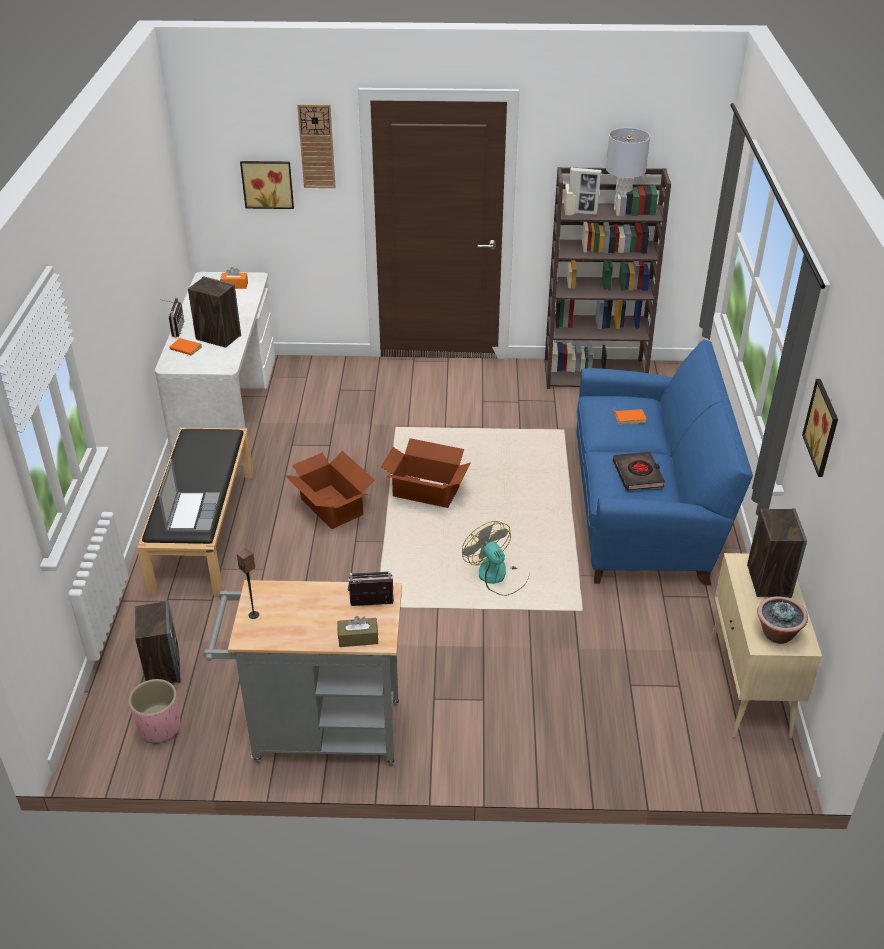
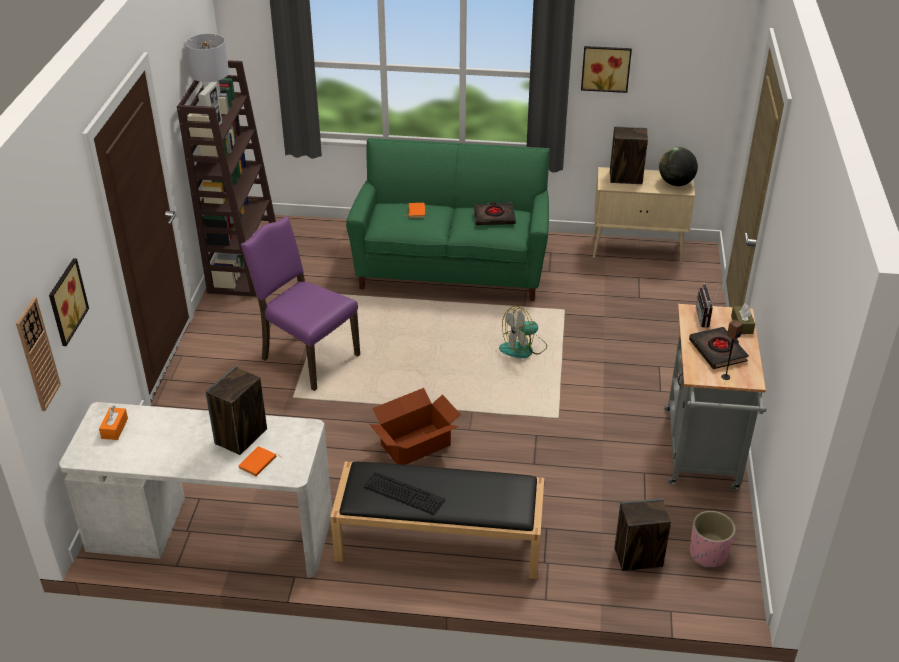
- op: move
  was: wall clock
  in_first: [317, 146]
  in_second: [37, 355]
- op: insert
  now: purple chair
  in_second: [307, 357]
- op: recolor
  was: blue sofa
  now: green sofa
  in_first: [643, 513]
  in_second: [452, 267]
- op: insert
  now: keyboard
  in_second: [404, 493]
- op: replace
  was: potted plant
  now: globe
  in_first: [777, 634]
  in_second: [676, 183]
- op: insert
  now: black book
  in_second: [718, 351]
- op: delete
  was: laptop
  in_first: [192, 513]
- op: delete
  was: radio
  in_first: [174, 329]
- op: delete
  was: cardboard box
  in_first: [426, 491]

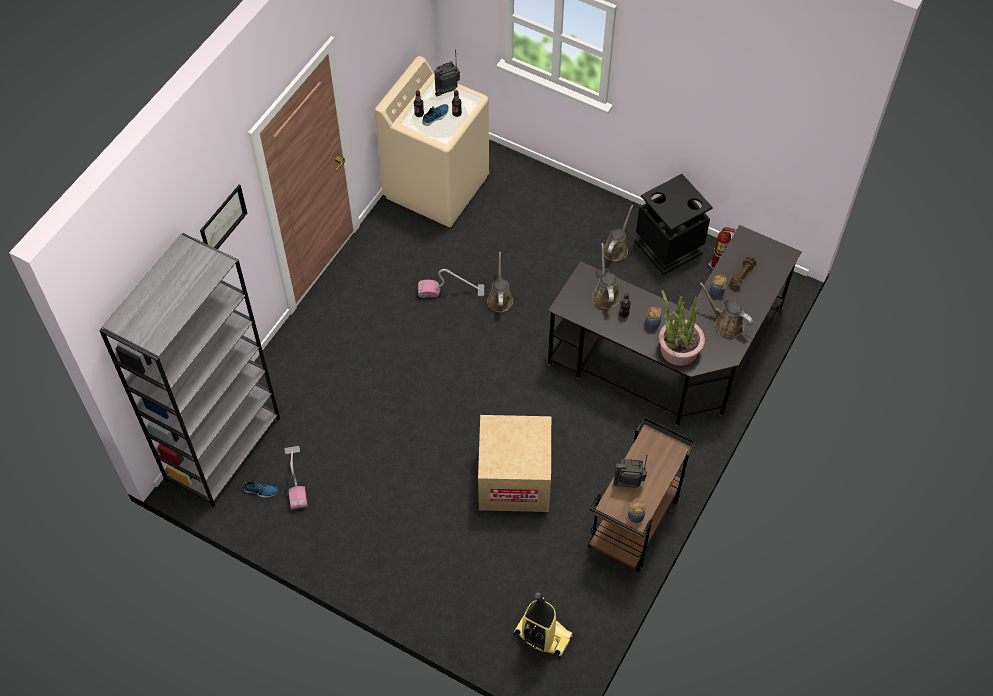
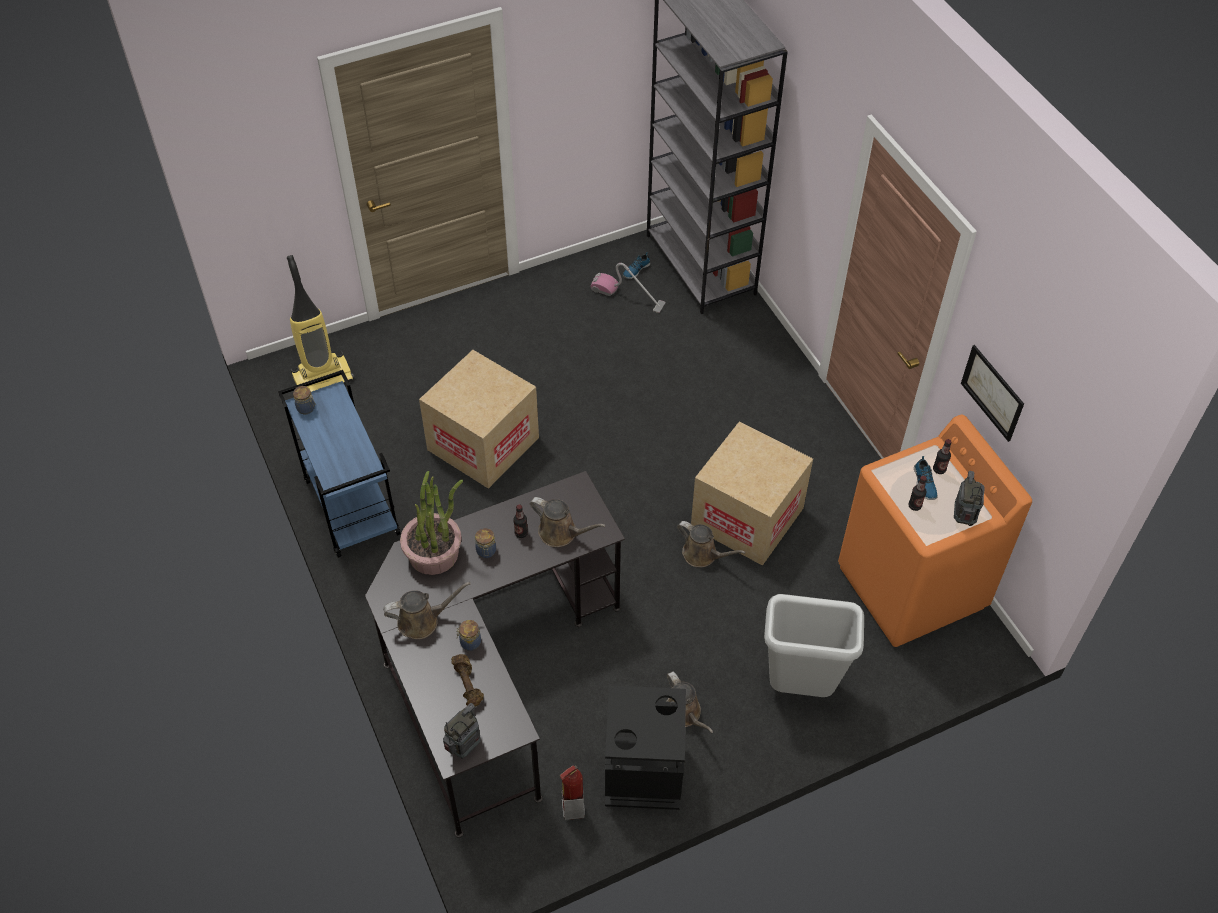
- op: recolor
  was: brown cart
  now: blue cart
  in_first: [634, 524]
  in_second: [350, 506]
- op: move
  was: radio
  in_first: [628, 482]
  in_second: [464, 747]
- op: replace
  was: vacuum cleaner
  now: cardboard box
  in_first: [451, 291]
  in_second: [747, 517]
- op: insert
  now: grey trash can
  in_second: [799, 688]
- op: recolor
  was: beige washing machine
  now: orange washing machine
  in_first: [437, 186]
  in_second: [912, 587]
- op: move
  was: picture
  in_first: [223, 221]
  in_second: [992, 392]

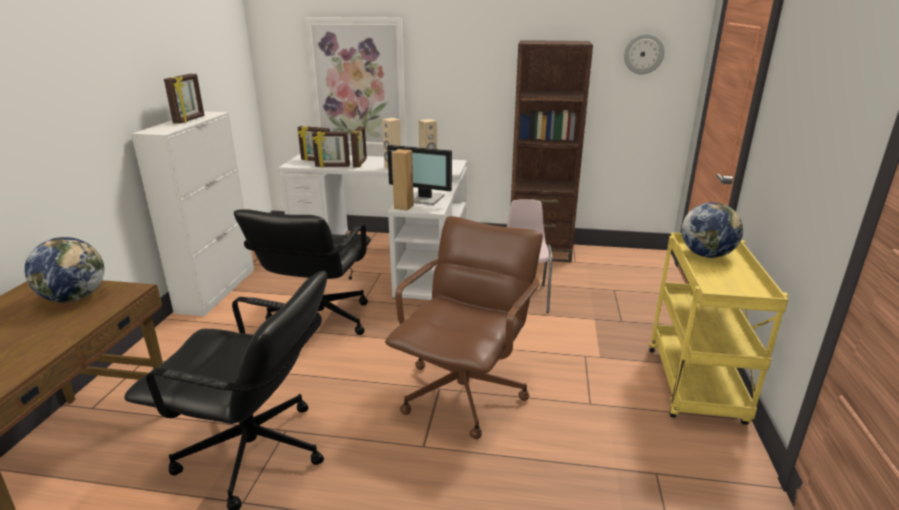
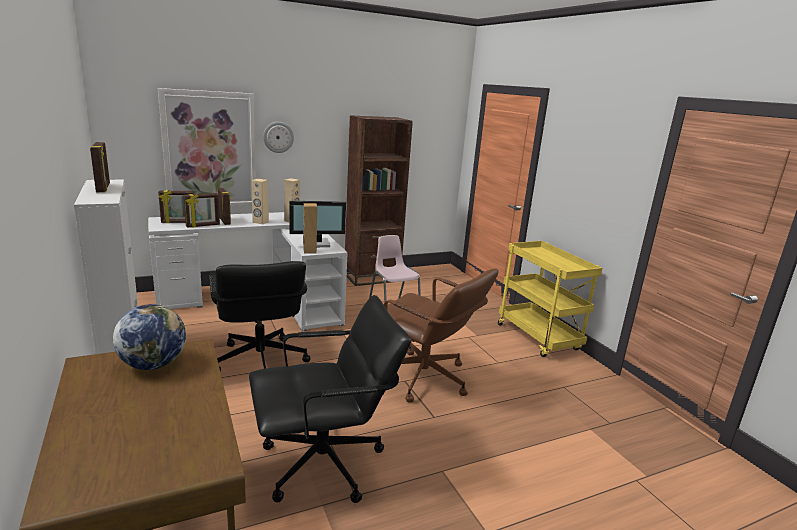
- op: move
  was: wall clock
  in_first: [643, 54]
  in_second: [278, 137]
- op: rotate
  was: brown office chair
  in_first: [464, 393]
  in_second: [424, 378]
  clockwise: 135
- op: delete
  was: globe
  in_first: [706, 255]

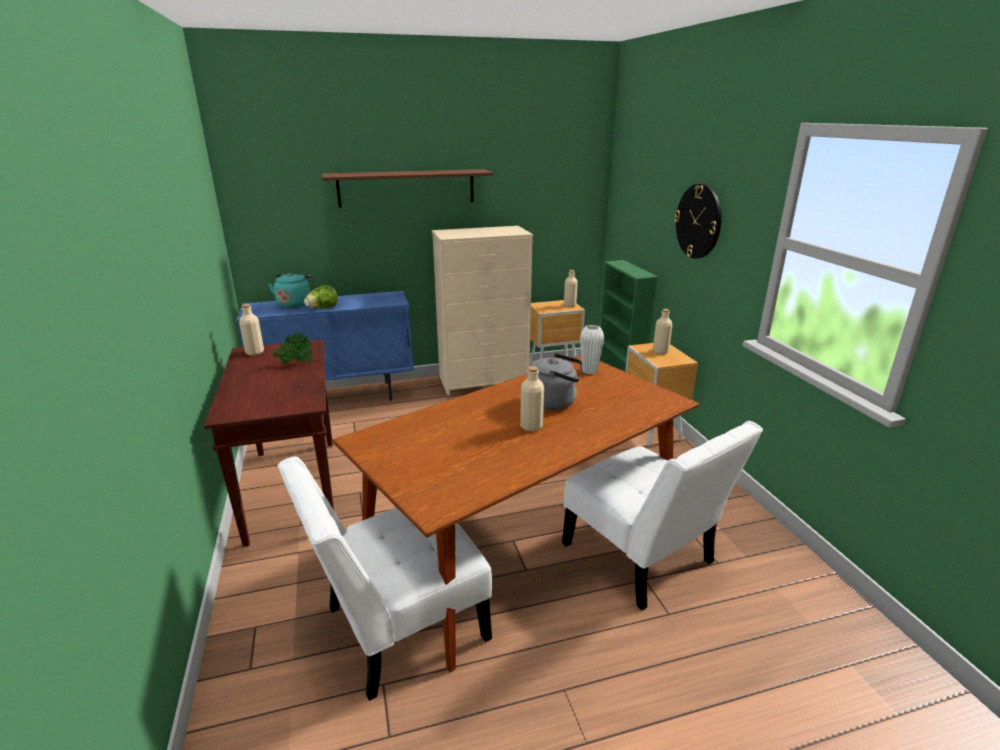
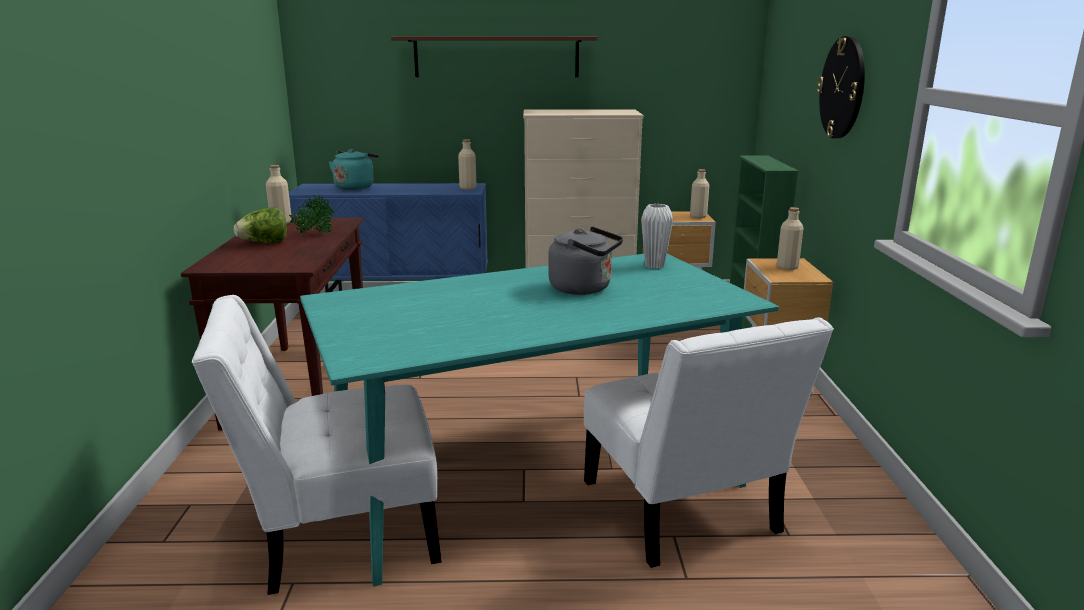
- op: move
  was: lettuce
  in_first: [322, 308]
  in_second: [264, 243]
- op: recolor
  was: brown dining table
  now: turquoise dining table
  in_first: [524, 543]
  in_second: [536, 474]
- op: move
  was: beige bottle
  in_first: [531, 426]
  in_second: [468, 188]

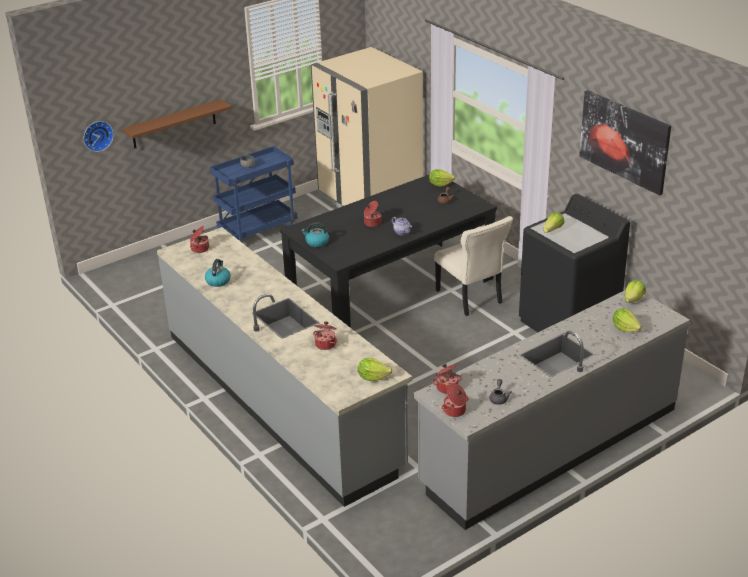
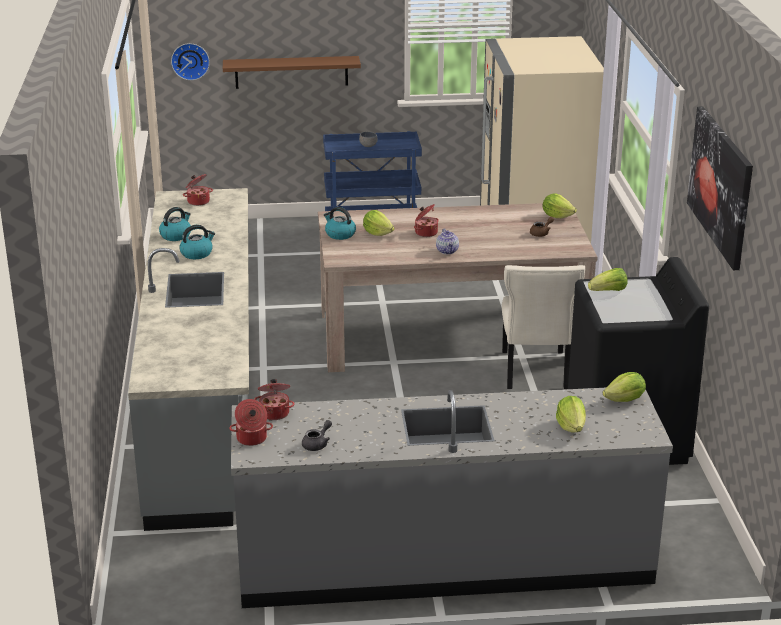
- op: insert
  now: kettle
  in_second: [197, 253]
- op: recolor
  was: black dining table
  now: beige dining table
  in_first: [391, 290]
  in_second: [450, 334]
- op: move
  was: lettuce
  in_first: [373, 377]
  in_second: [377, 233]
- op: delete
  was: cooking pot
  in_first: [326, 344]

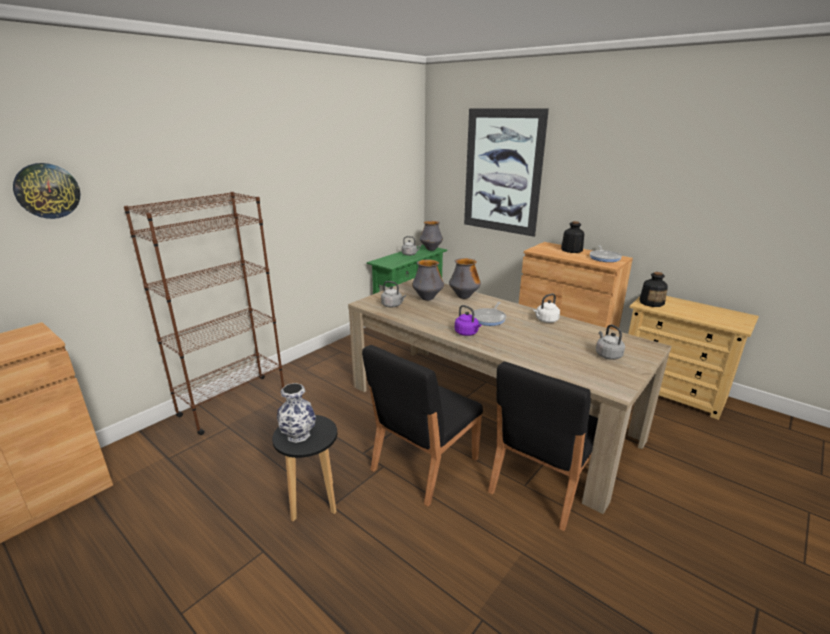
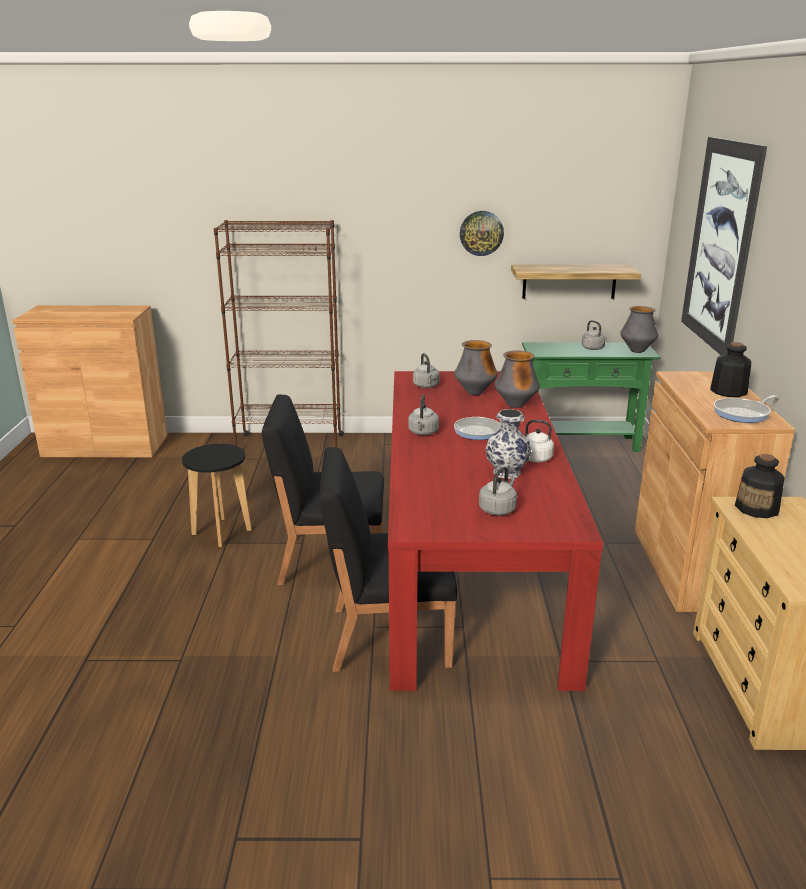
- op: recolor
  was: beige dining table
  now: red dining table
  in_first: [487, 411]
  in_second: [469, 561]
- op: recolor
  was: purple kettle
  now: grey kettle
  in_first: [467, 333]
  in_second: [423, 433]
- op: move
  was: wall clock
  in_first: [47, 191]
  in_second: [481, 233]
- op: move
  was: vase
  in_first: [298, 434]
  in_second: [507, 472]
- op: insert
  now: shelf
  in_second: [569, 281]

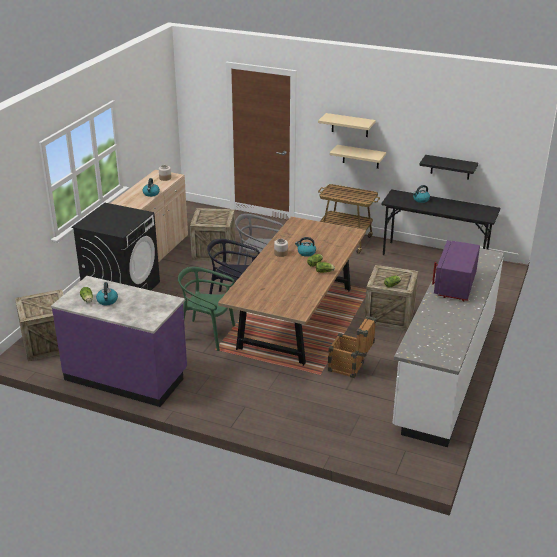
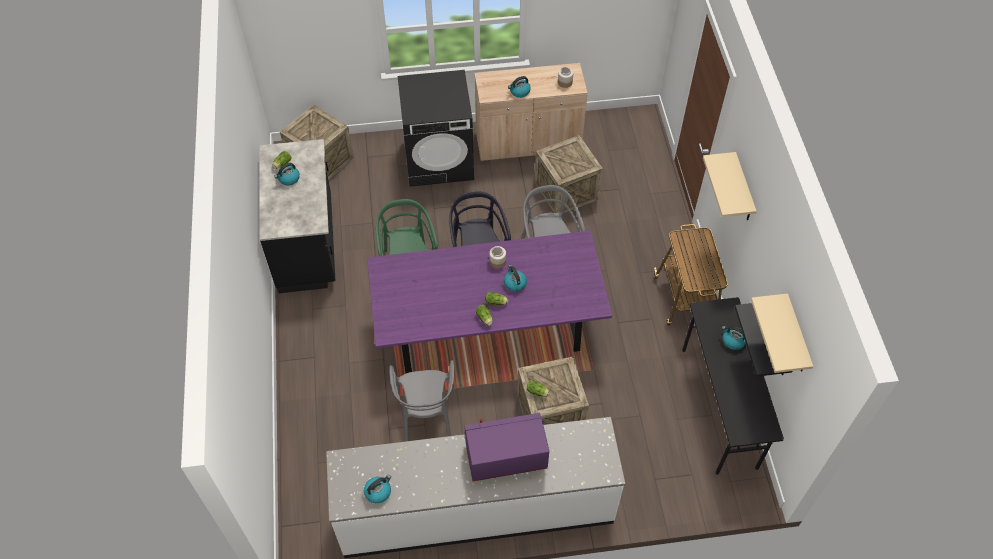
- op: recolor
  was: purple counter
  now: black counter
  in_first: [126, 376]
  in_second: [307, 244]
- op: insert
  now: kettle
  in_second: [378, 491]
- op: recolor
  was: brown dining table
  now: purple dining table
  in_first: [296, 318]
  in_second: [487, 327]
- op: replace
  was: crate
  now: grey chair
  in_first: [350, 368]
  in_second: [426, 417]
- op: move
  was: beige shelf
  in_first: [361, 156]
  in_second: [796, 337]

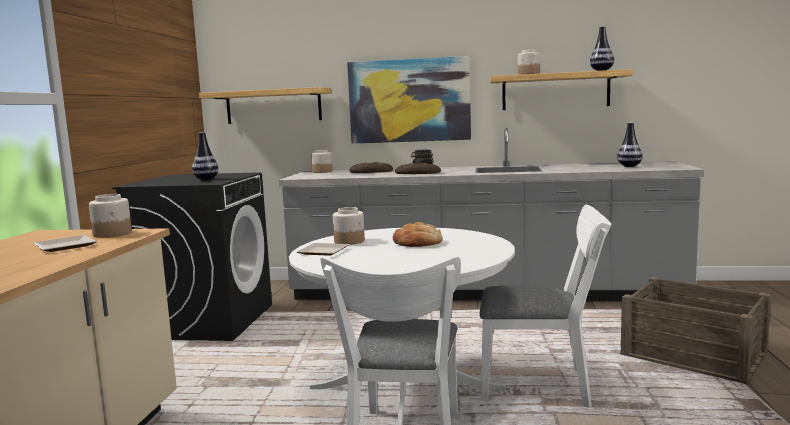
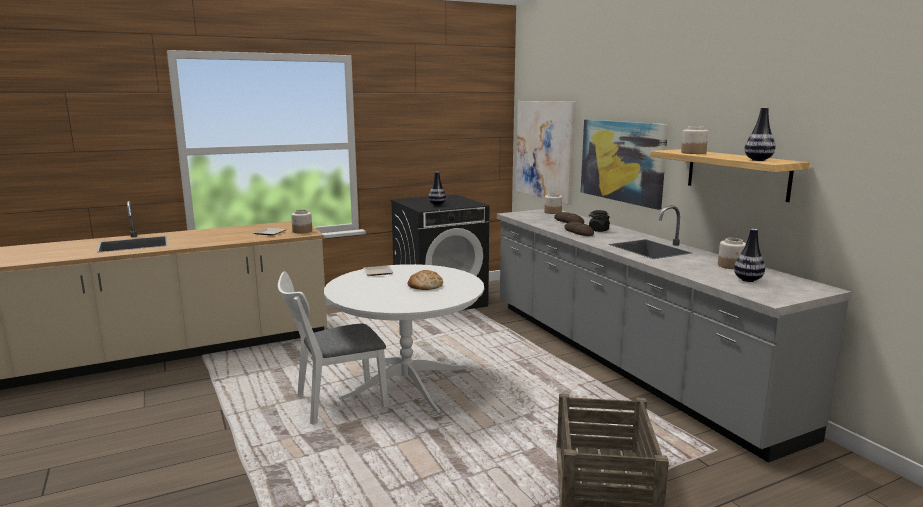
- op: replace
  was: shelf
  now: picture
  in_first: [273, 106]
  in_second: [545, 150]
- op: move
  was: jar
  in_first: [349, 241]
  in_second: [731, 266]
- op: delete
  was: white chair
  in_first: [544, 386]

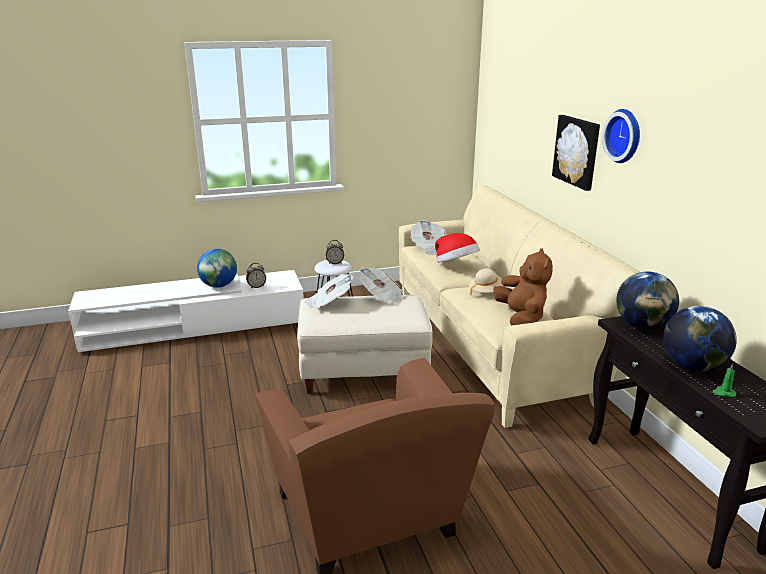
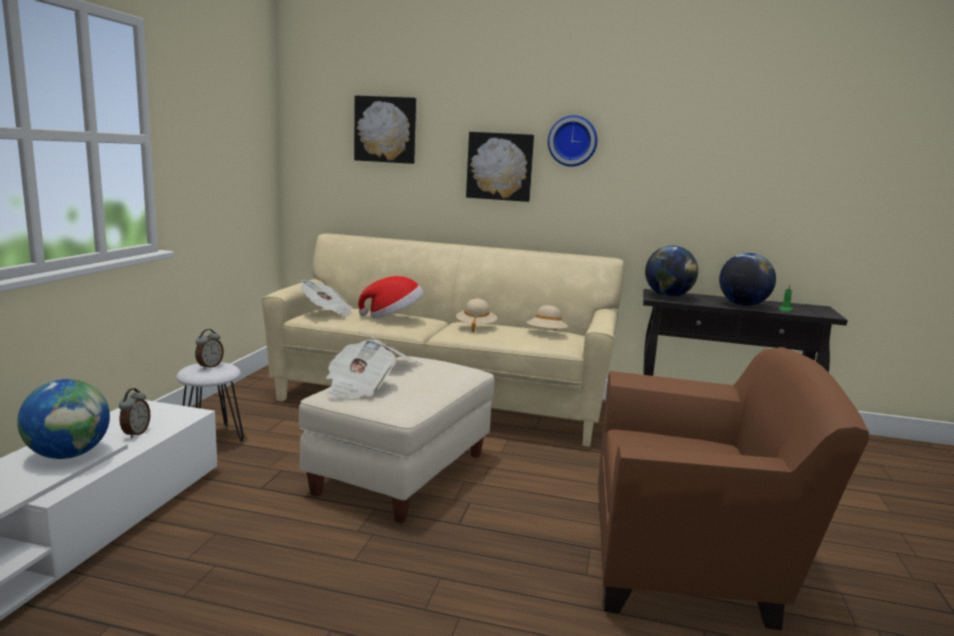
- op: insert
  now: picture
  in_second: [385, 129]
- op: replace
  was: brown plush toy
  now: beige hat
  in_first: [521, 319]
  in_second: [546, 334]

